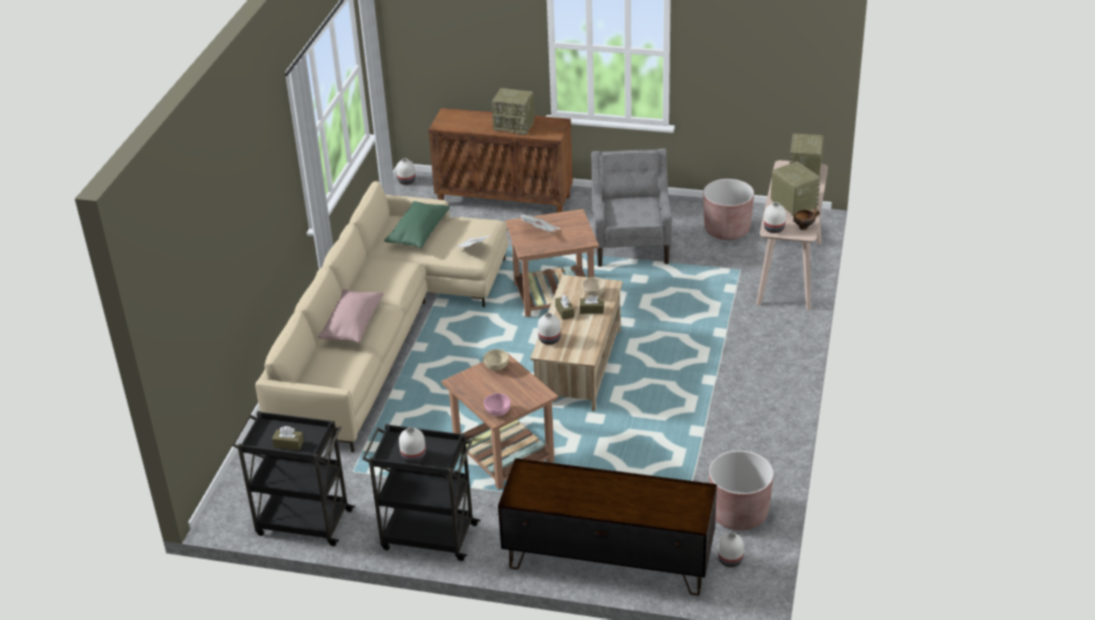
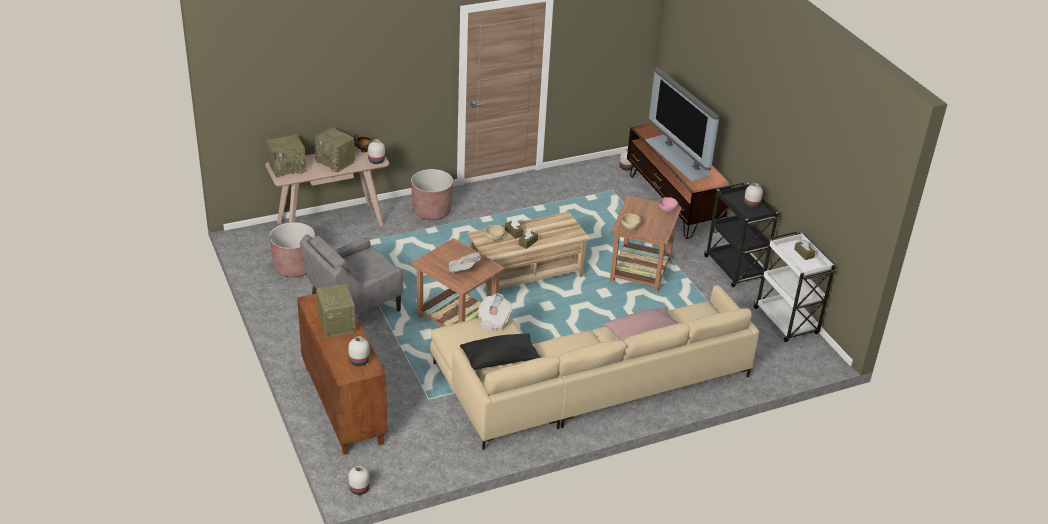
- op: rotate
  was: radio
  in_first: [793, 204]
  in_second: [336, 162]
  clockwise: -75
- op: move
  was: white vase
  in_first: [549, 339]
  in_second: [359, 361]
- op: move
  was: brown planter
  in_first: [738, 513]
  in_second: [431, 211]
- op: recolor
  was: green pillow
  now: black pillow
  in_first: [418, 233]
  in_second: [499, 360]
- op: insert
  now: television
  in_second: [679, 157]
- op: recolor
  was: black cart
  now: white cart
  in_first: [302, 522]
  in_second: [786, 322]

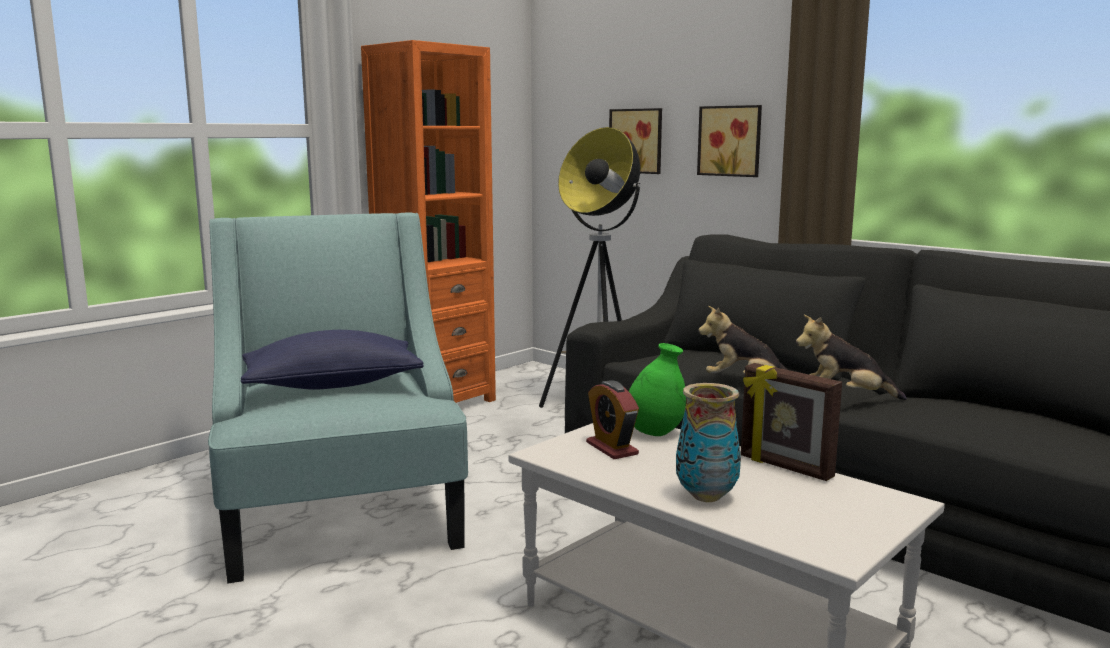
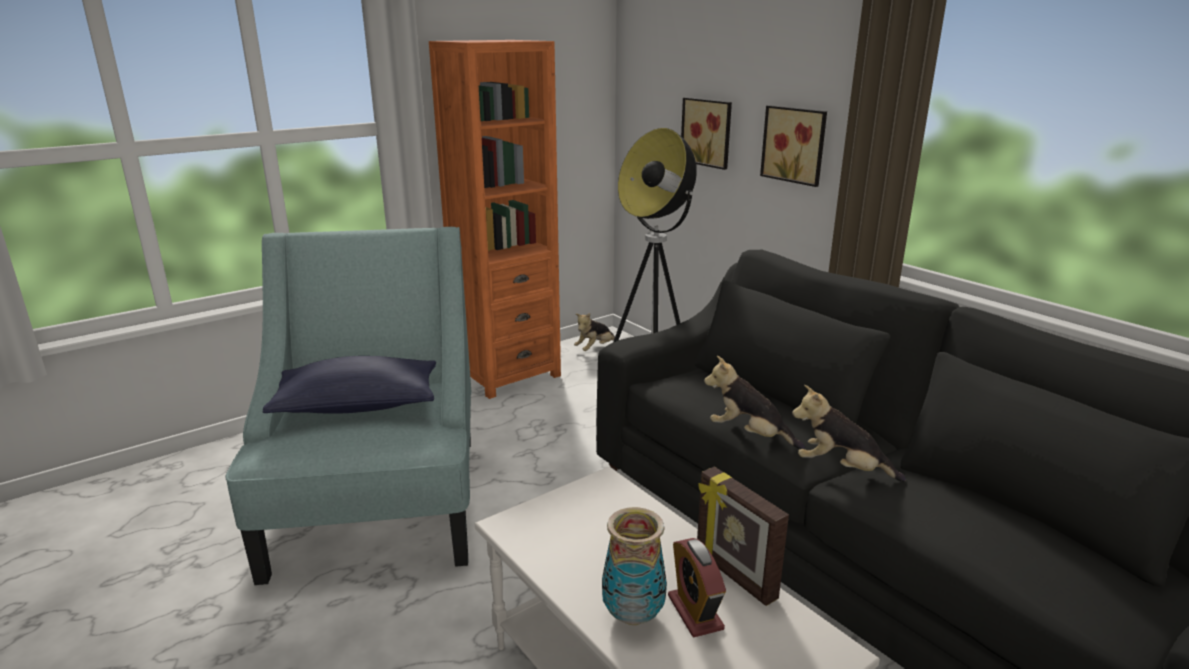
- op: insert
  now: plush toy
  in_second: [594, 348]
- op: move
  was: alarm clock
  in_first: [612, 448]
  in_second: [695, 612]
- op: delete
  was: green vase
  in_first: [655, 432]

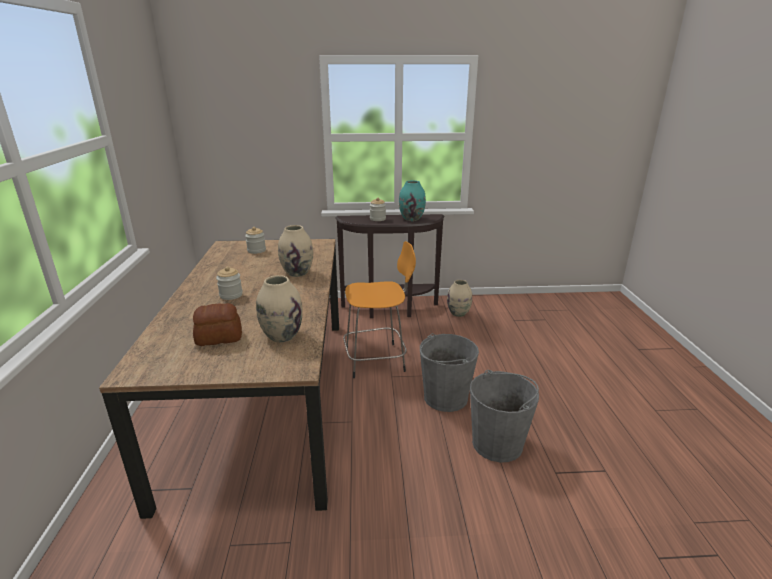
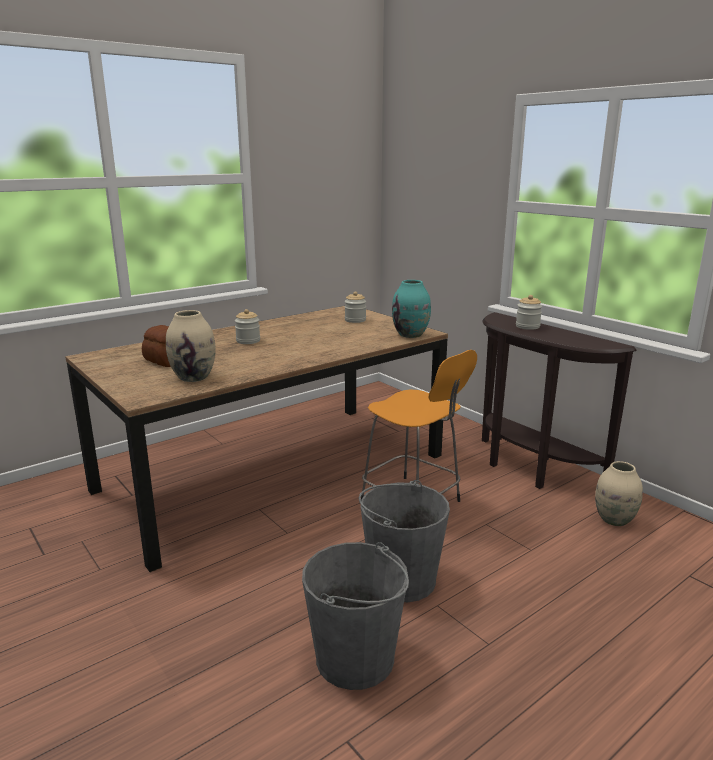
- op: move
  was: turquoise vase
  in_first: [411, 219]
  in_second: [411, 335]
- op: delete
  was: beige vase
  in_first: [297, 273]

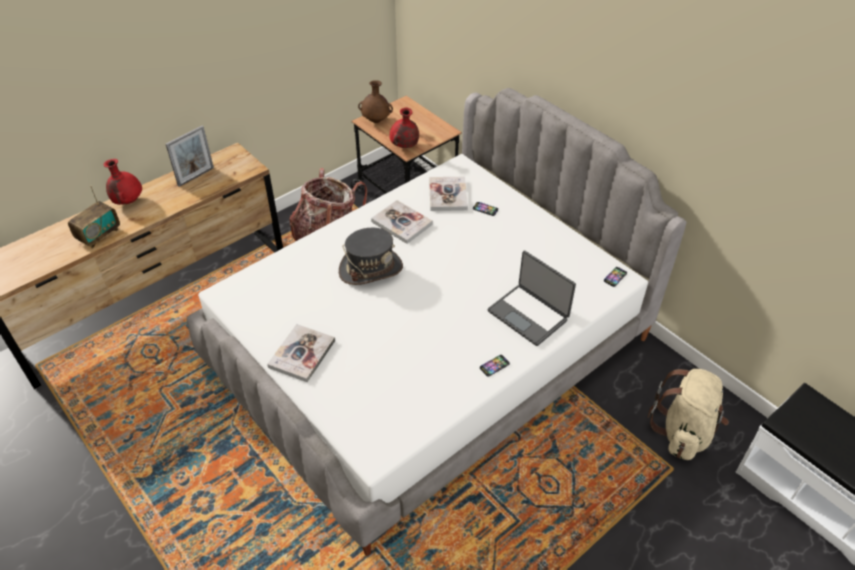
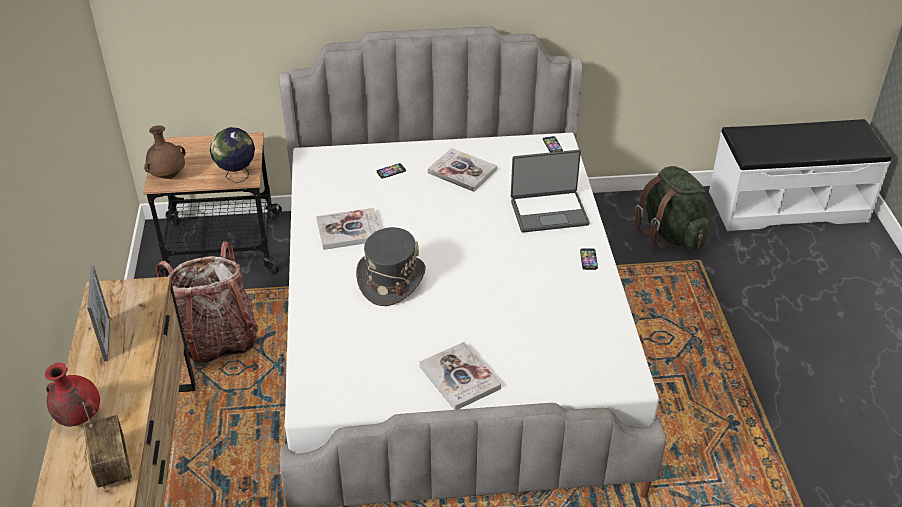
- op: replace
  was: red vase
  now: globe
  in_first: [404, 146]
  in_second: [237, 177]
- op: move
  was: book
  in_first: [448, 195]
  in_second: [462, 171]
- op: recolor
  was: beige backpack
  now: green backpack
  in_first: [683, 431]
  in_second: [670, 234]

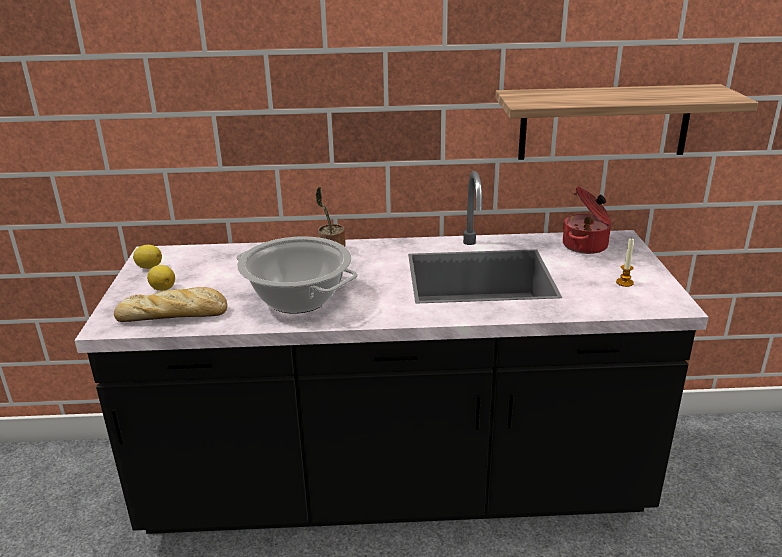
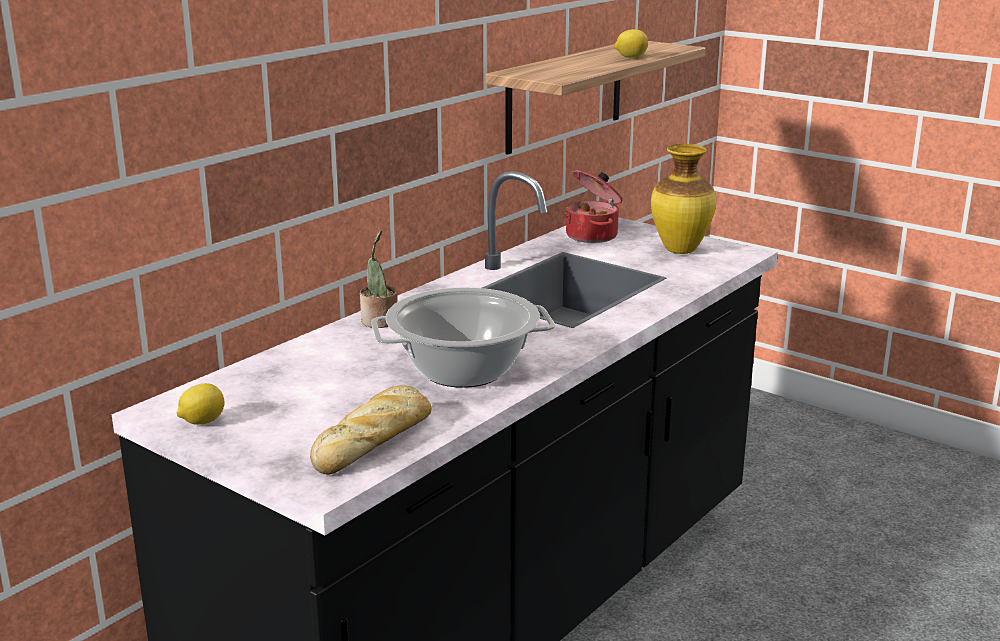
- op: move
  was: lemon
  in_first: [163, 288]
  in_second: [630, 57]
- op: replace
  was: candle
  now: vase
  in_first: [624, 282]
  in_second: [681, 251]

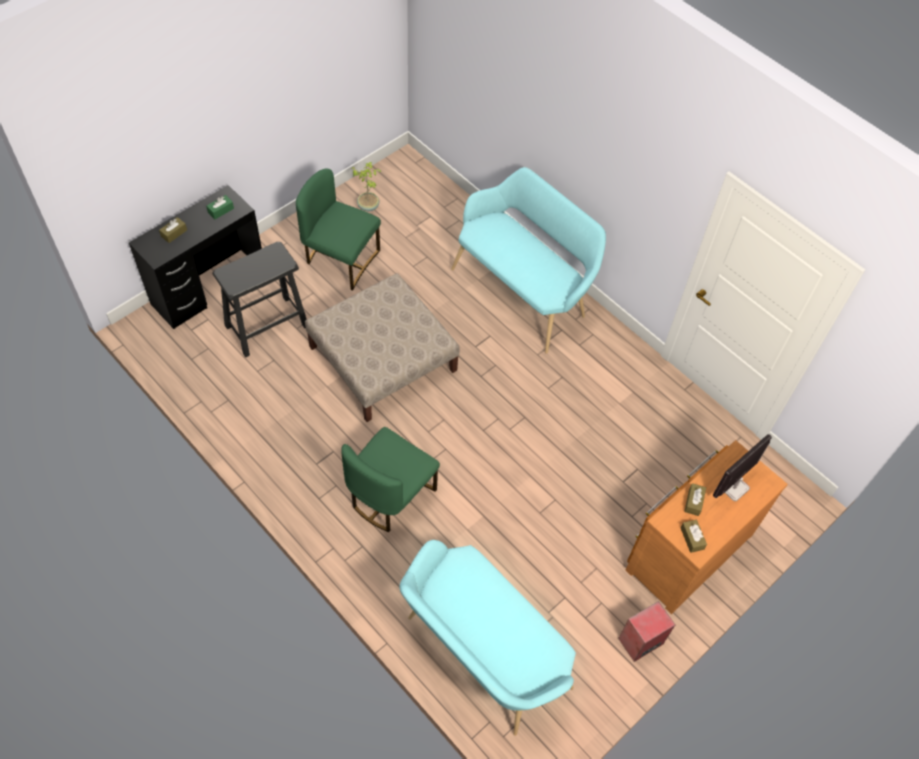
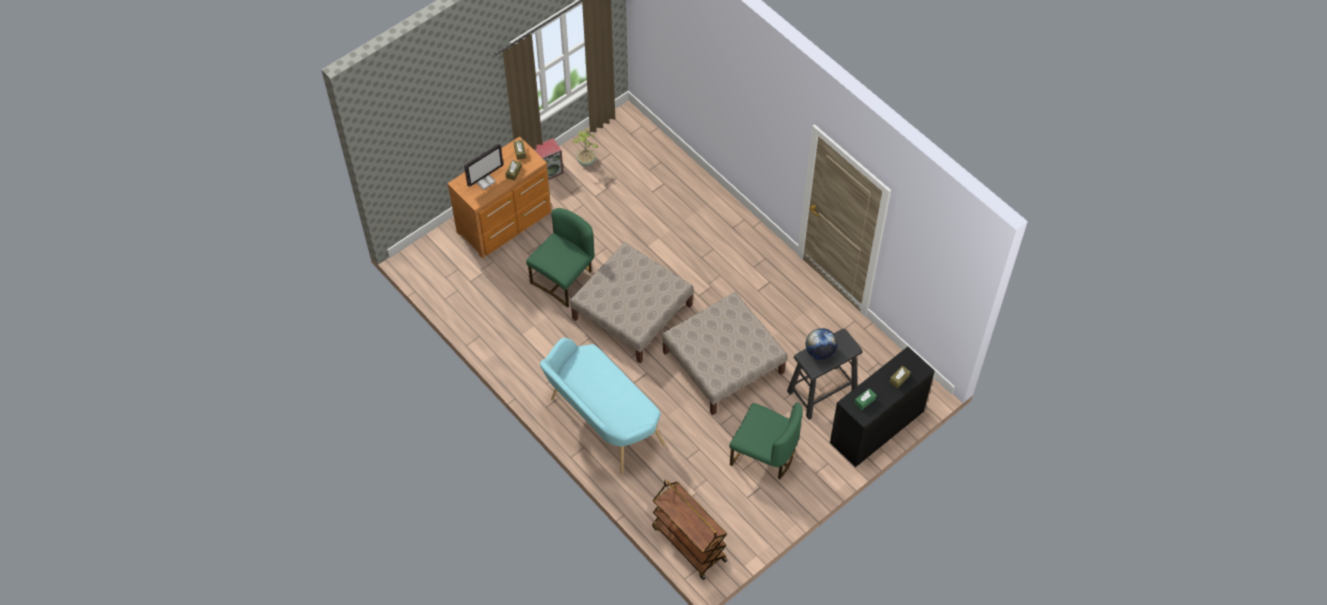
- op: move
  was: green chair
  in_first: [390, 496]
  in_second: [564, 279]
- op: insert
  now: beige ottoman
  in_second: [633, 312]
- op: move
  was: potted plant
  in_first: [368, 206]
  in_second: [586, 161]
- op: insert
  now: brown cart
  in_second: [688, 543]
- op: insert
  now: globe
  in_second: [820, 352]
- op: delete
  was: turquoise bench
  in_first: [481, 655]

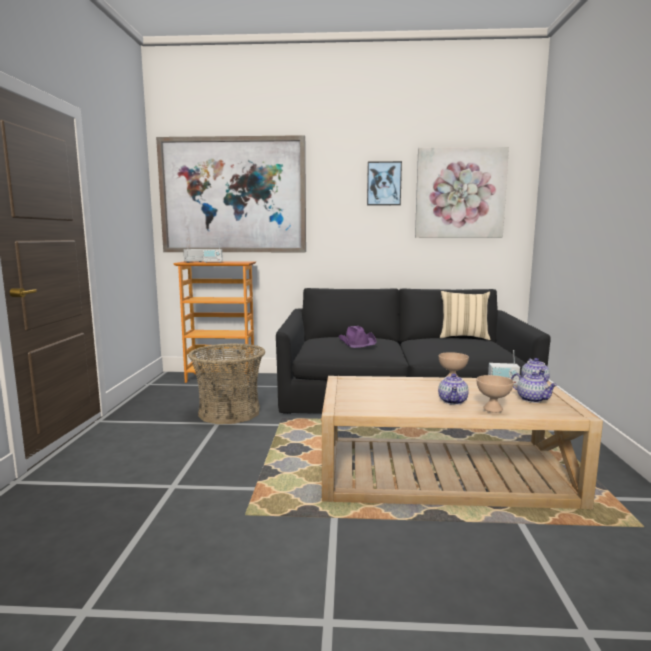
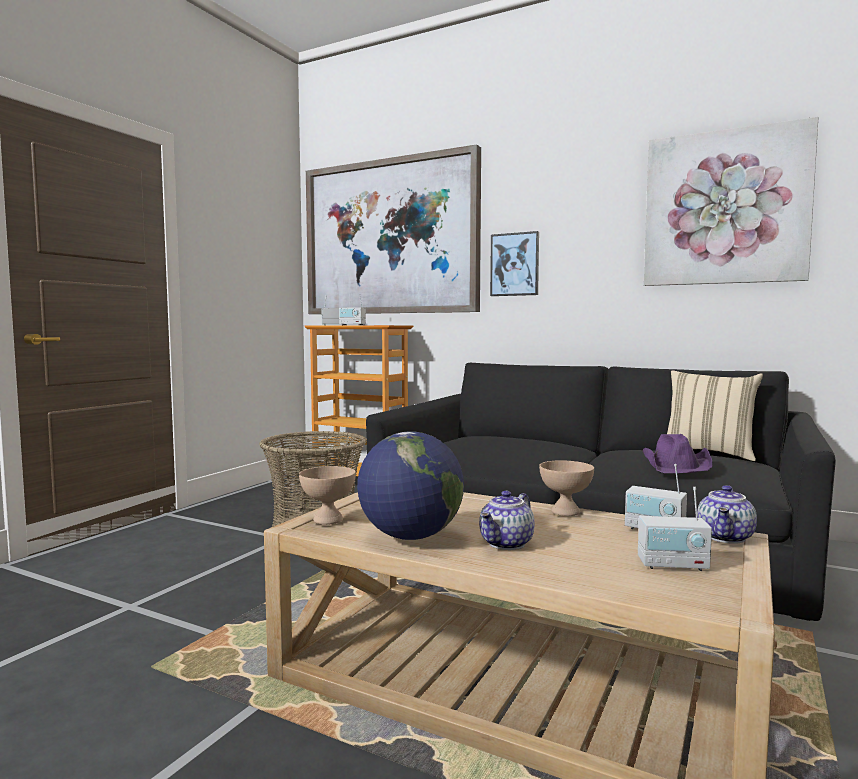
- op: move
  was: beige bowl
  in_first: [492, 409]
  in_second: [329, 519]
- op: insert
  now: globe
  in_second: [410, 536]
- op: move
  was: picture
  in_first: [384, 183]
  in_second: [515, 264]
- op: replace
  was: teapot
  now: radio
  in_first: [532, 399]
  in_second: [673, 565]
- op: move
  was: purple hat
  in_first: [357, 343]
  in_second: [677, 465]

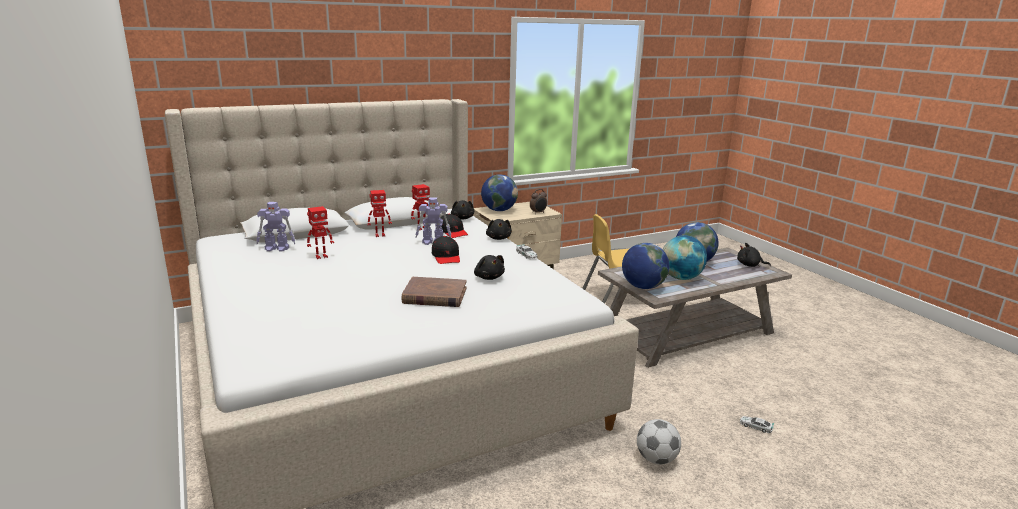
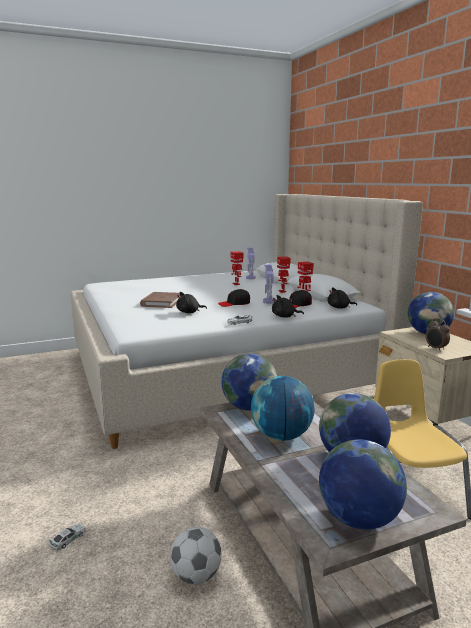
- op: move
  was: football
  in_first: [656, 459]
  in_second: [196, 576]
- op: replace
  was: black plush toy
  now: globe
  in_first: [750, 265]
  in_second: [358, 519]

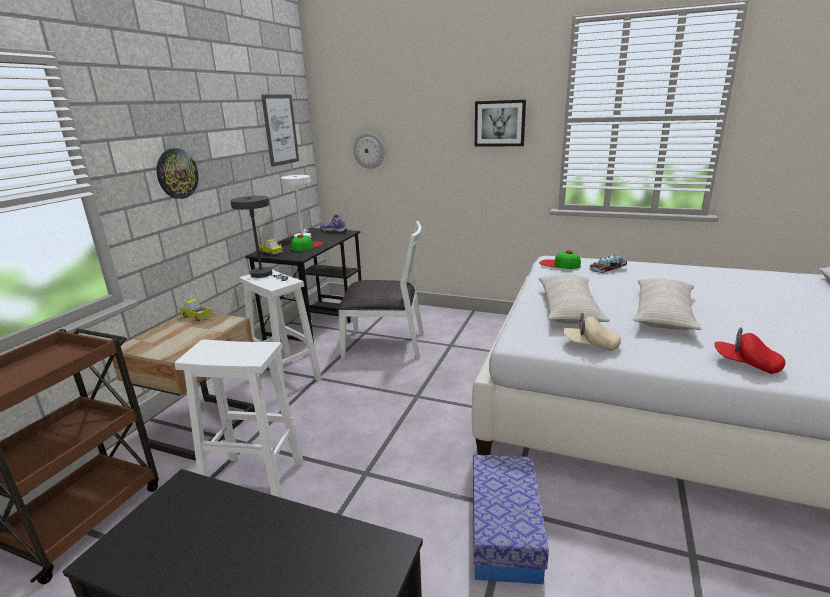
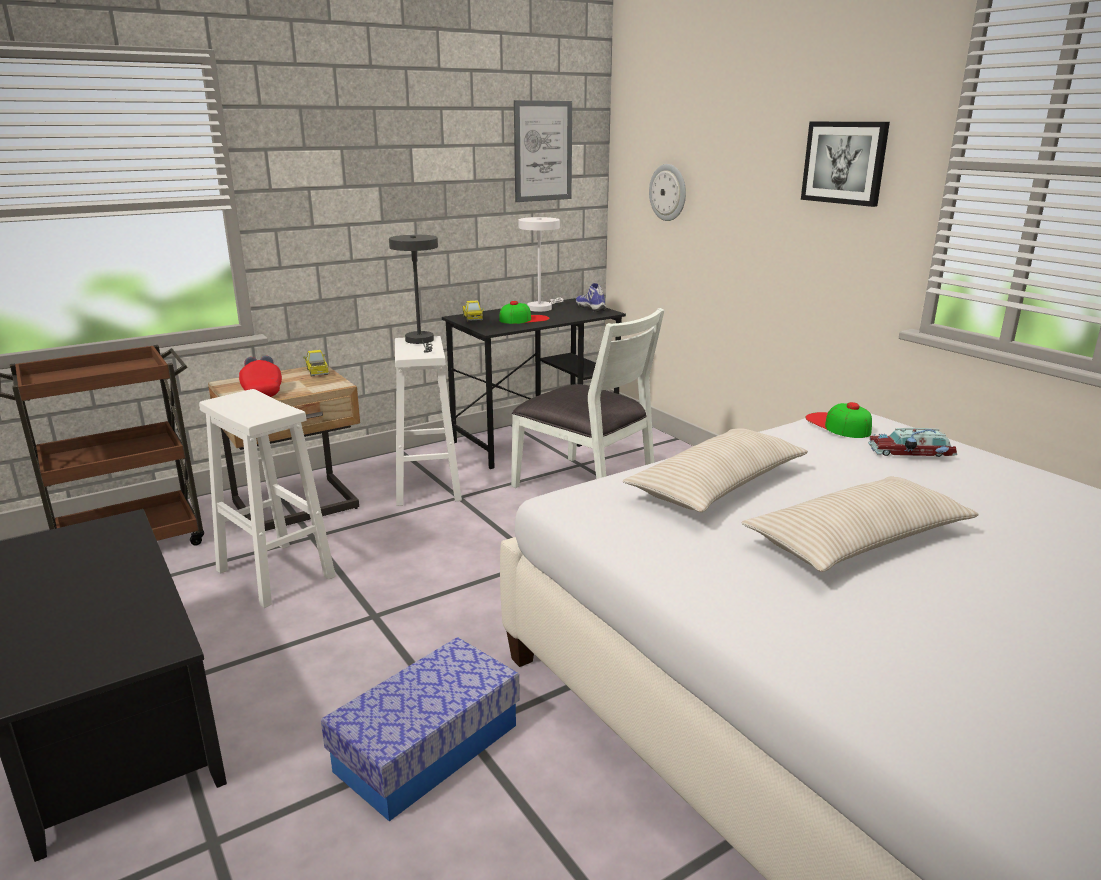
- op: move
  was: red cap
  in_first: [746, 364]
  in_second: [262, 391]
- op: delete
  was: wall clock
  in_first: [177, 173]
- op: delete
  was: beige cap
  in_first: [590, 345]

